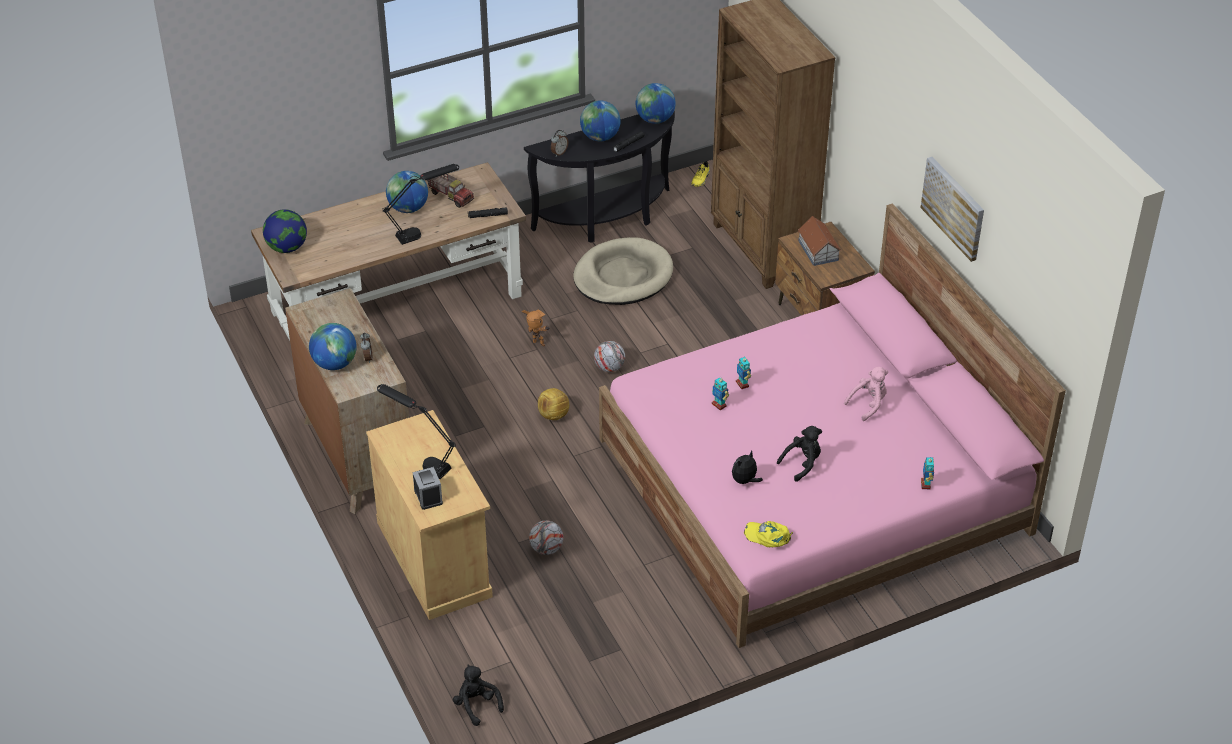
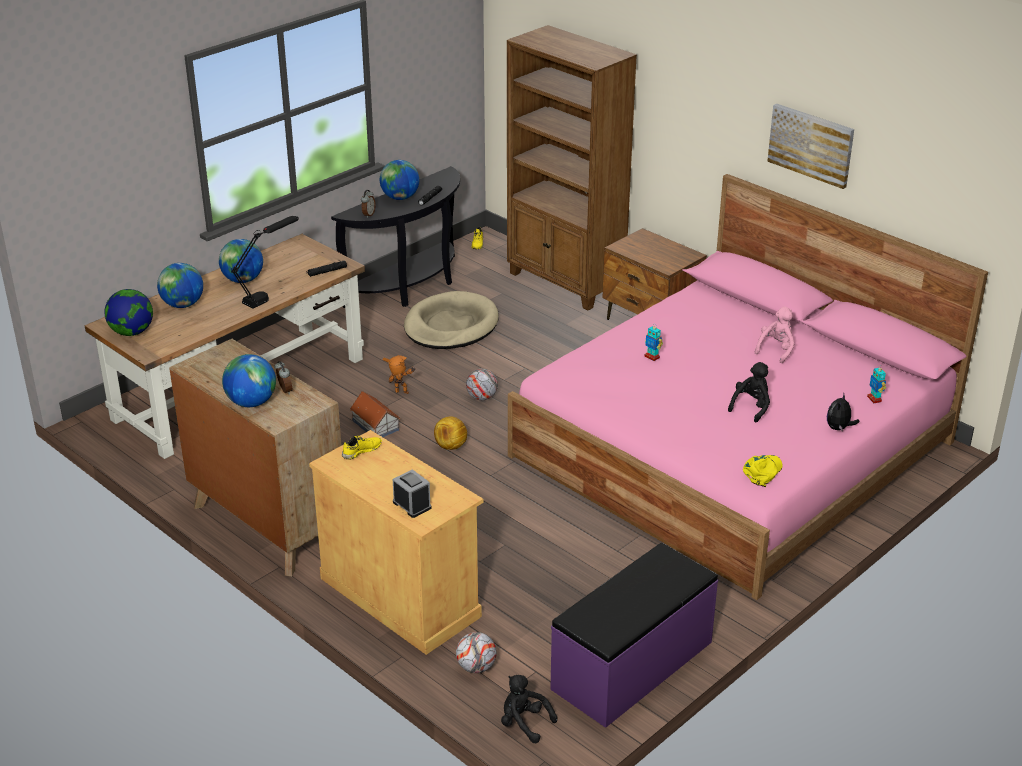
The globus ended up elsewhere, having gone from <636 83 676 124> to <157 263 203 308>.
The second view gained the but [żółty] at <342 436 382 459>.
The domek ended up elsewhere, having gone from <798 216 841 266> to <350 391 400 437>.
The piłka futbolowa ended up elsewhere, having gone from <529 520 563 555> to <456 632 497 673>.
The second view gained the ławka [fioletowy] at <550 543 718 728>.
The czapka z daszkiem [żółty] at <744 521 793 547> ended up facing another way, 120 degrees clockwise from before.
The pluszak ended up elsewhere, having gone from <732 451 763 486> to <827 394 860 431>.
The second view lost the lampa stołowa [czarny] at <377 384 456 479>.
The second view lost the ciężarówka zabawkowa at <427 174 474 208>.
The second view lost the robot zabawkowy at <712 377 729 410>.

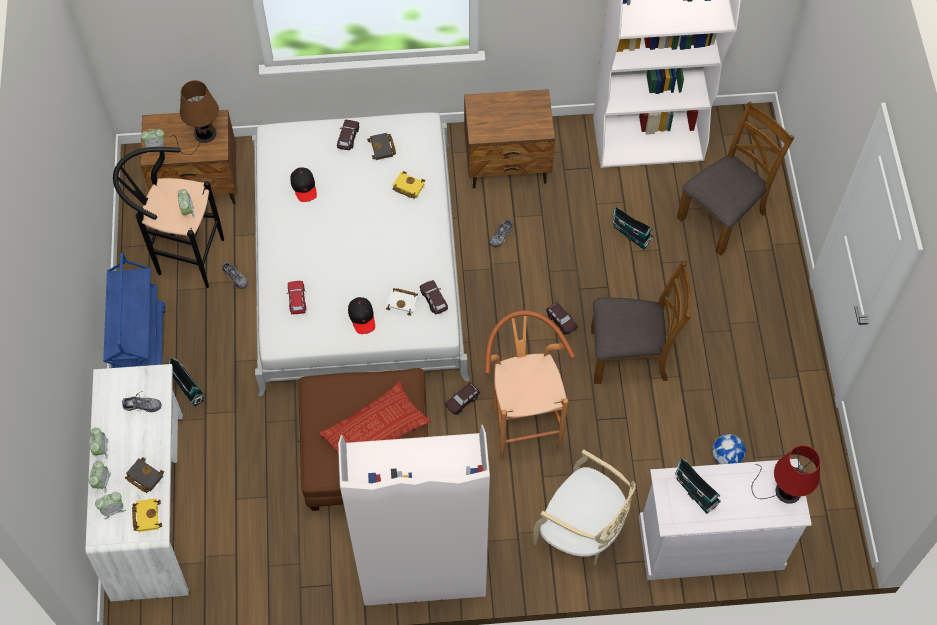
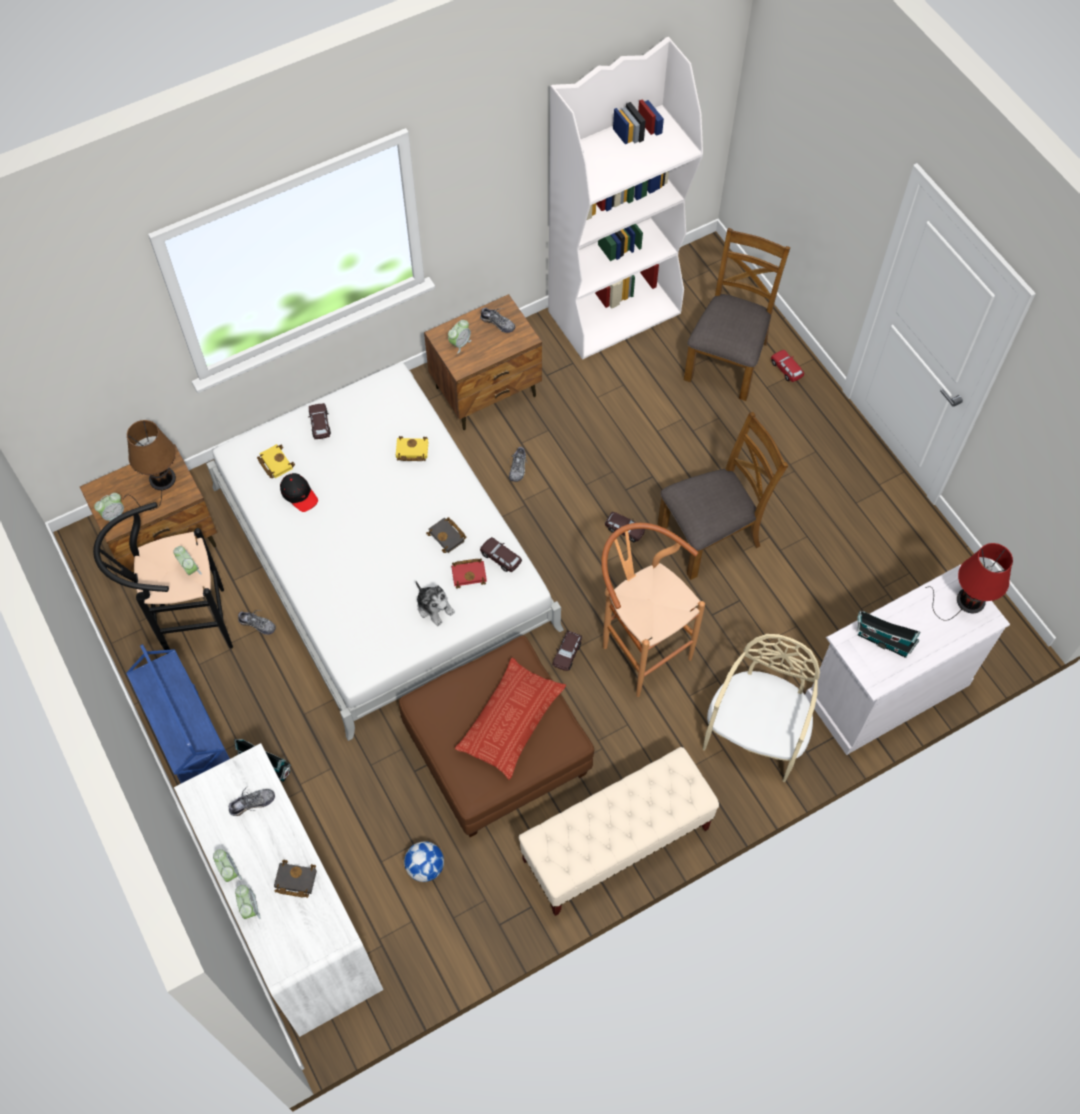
The książka [żółty] ended up elsewhere, having gone from <132 498 162 532> to <257 444 295 478>.
The piłka futbolowa ended up elsewhere, having gone from <712 434 746 464> to <404 841 444 882>.
Where the czapka z daszkiem [czarny] stood at <348 297 375 334>, the pluszak came to stand at <416 581 455 626>.
The książka [czarny] ended up elsewhere, having gone from <367 133 396 160> to <426 517 466 553>.
The budzik ended up elsewhere, having gone from <95 492 126 519> to <448 320 472 354>.
What was the książka [biały] at <386 288 418 316> turned into the książka [czerwony] at <451 558 487 589>.
The second view gained the but at <480 308 515 333>.
Where the regał [biały] stood at <338 425 490 606>, the ławka [beżowy] came to stand at <519 747 719 916>.
The krzesło [beżowy] at <533 449 636 565> ended up facing another way, 75 degrees counterclockwise from before.
The samochodzik [czerwony] ended up elsewhere, having gone from <287 281 306 314> to <771 350 804 382>.
The second view lost the domek at <612 207 654 249>.

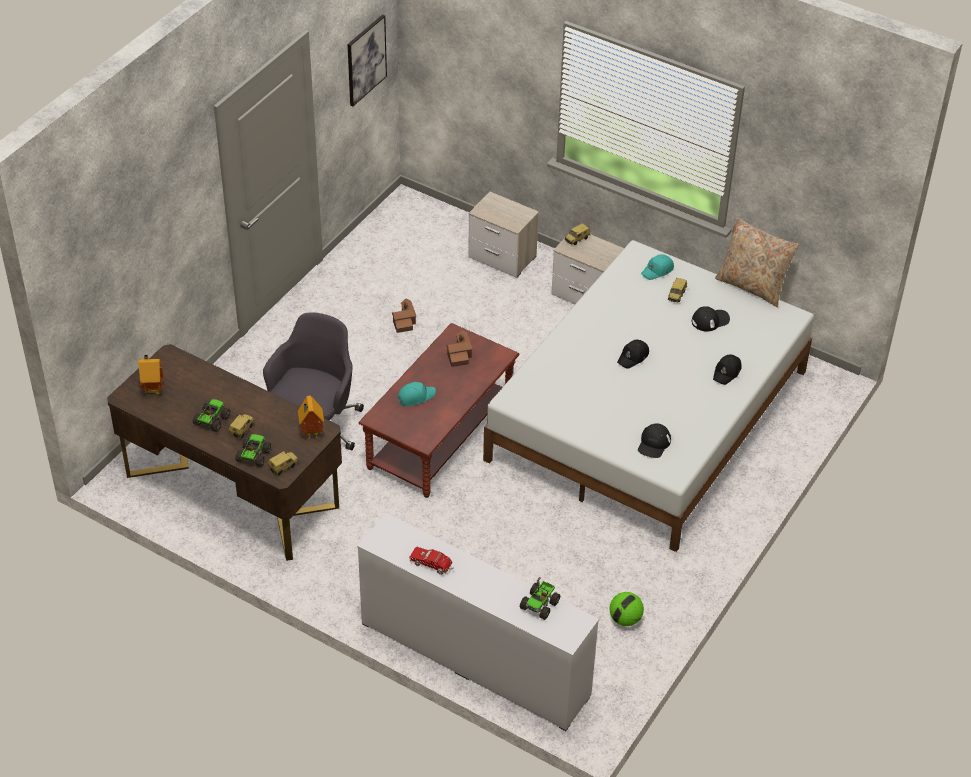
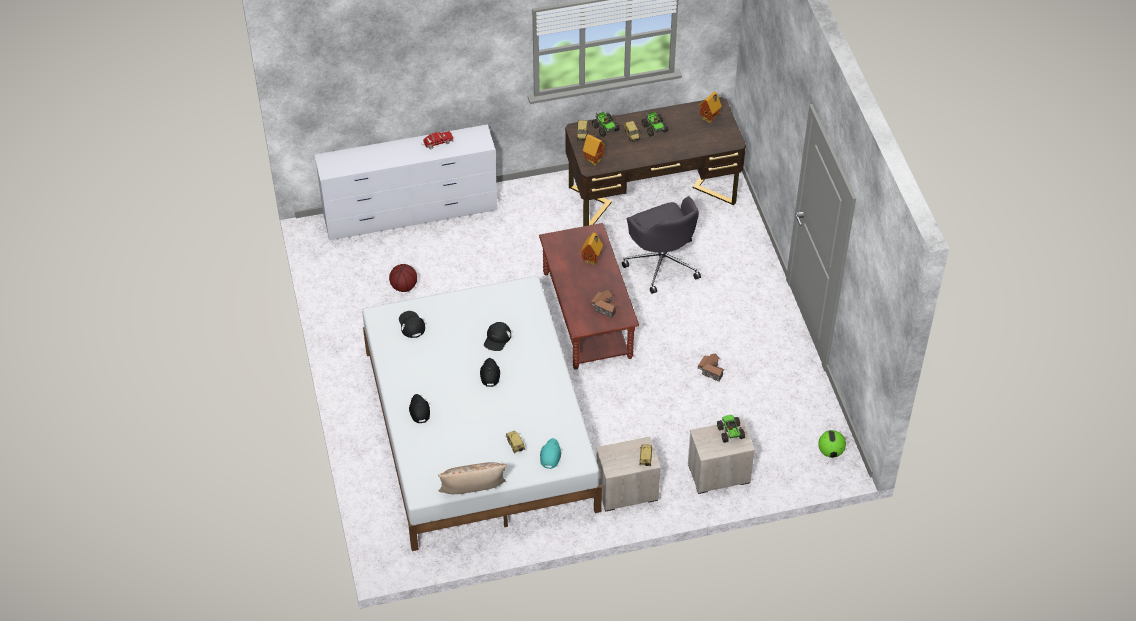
The second view gained the piłka do koszykówki at <389 264 417 292>.
The czapka z daszkiem [czarny] ended up elsewhere, having gone from <692 306 730 332> to <484 322 511 351>.
Where the czapka z daszkiem [turkusowy] stood at <398 382 436 406>, the domek came to stand at <581 233 603 265>.
The ciężarówka zabawkowa ended up elsewhere, having gone from <520 577 560 620> to <717 415 745 443>.
The piłka futbolowa ended up elsewhere, having gone from <610 592 644 626> to <818 430 846 458>.
The second view lost the obraz at <347 14 387 106>.

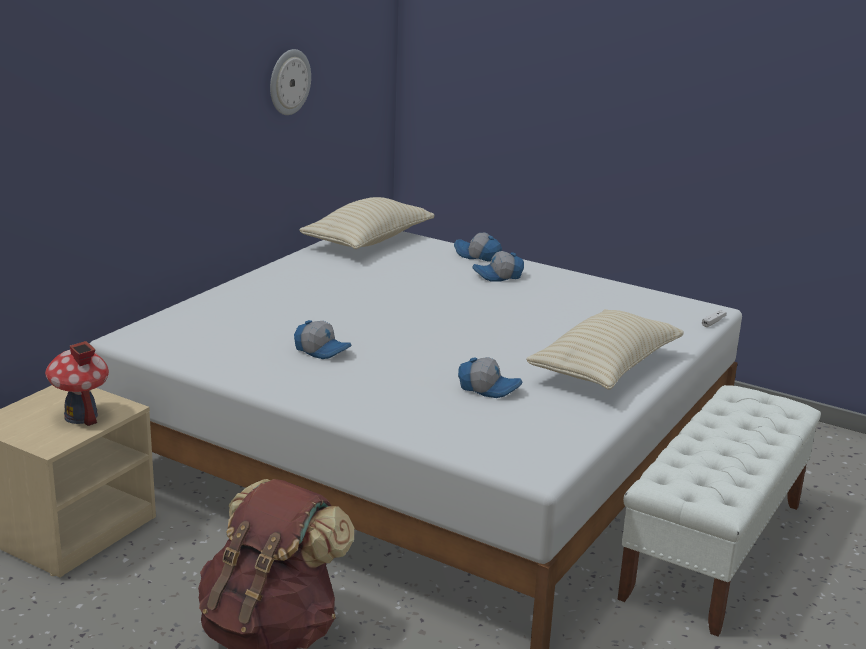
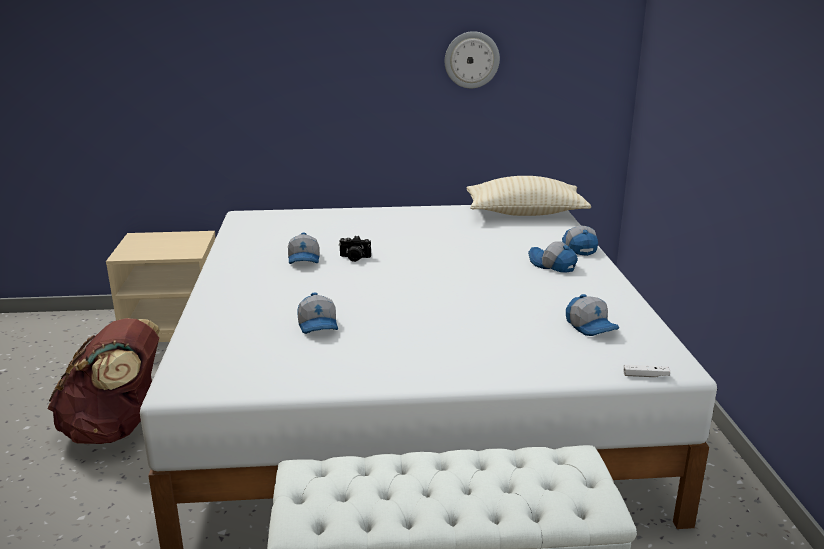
The second view gained the aparat fotograficzny at <339 236 371 262>.
The second view gained the czapka z daszkiem at <566 294 619 336>.
The second view lost the domek at <45 341 109 426>.
The second view lost the poduszka [beżowy] at <526 309 684 390>.

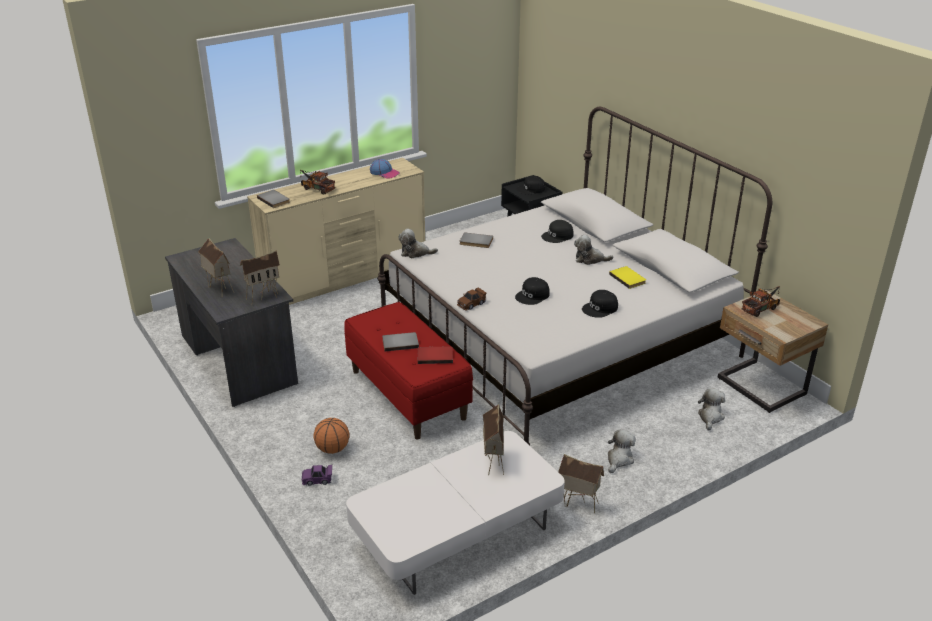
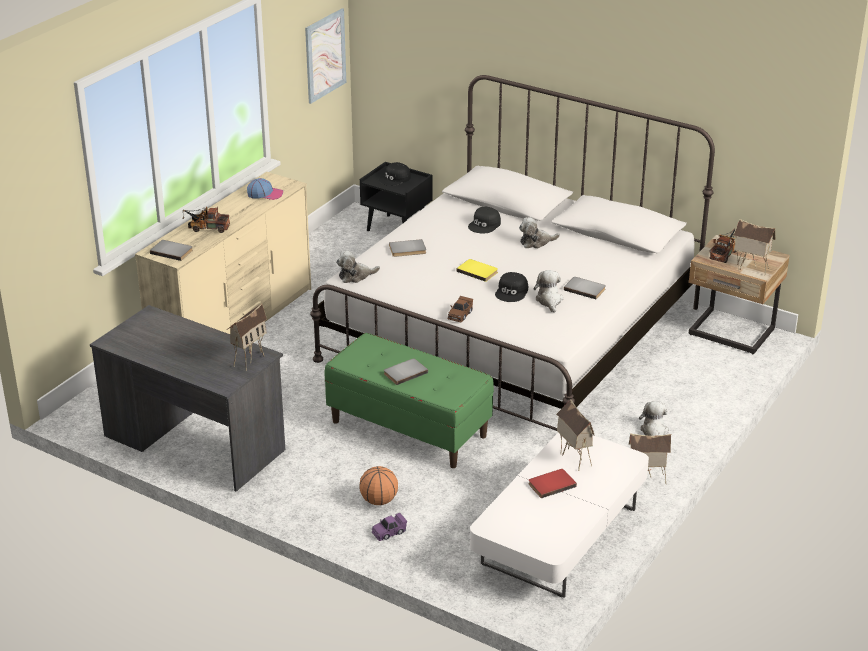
The second view gained the obraz at <305 8 346 104>.
What was the ławka [czerwony] at <344 302 473 440> turned into the ławka [zielony] at <325 333 494 468>.
The książka [żółty] ended up elsewhere, having gone from <609 266 646 289> to <457 259 498 282>.
The książka [czerwony] ended up elsewhere, having gone from <418 346 453 364> to <528 469 577 498>.
The pluszak ended up elsewhere, having gone from <698 389 725 430> to <534 270 563 313>.
Where the czapka z daszkiem [czarny] stood at <582 290 618 318>, the książka [szary] came to stand at <564 277 606 299>.
The domek ended up elsewhere, having gone from <198 238 234 297> to <734 219 776 275>.

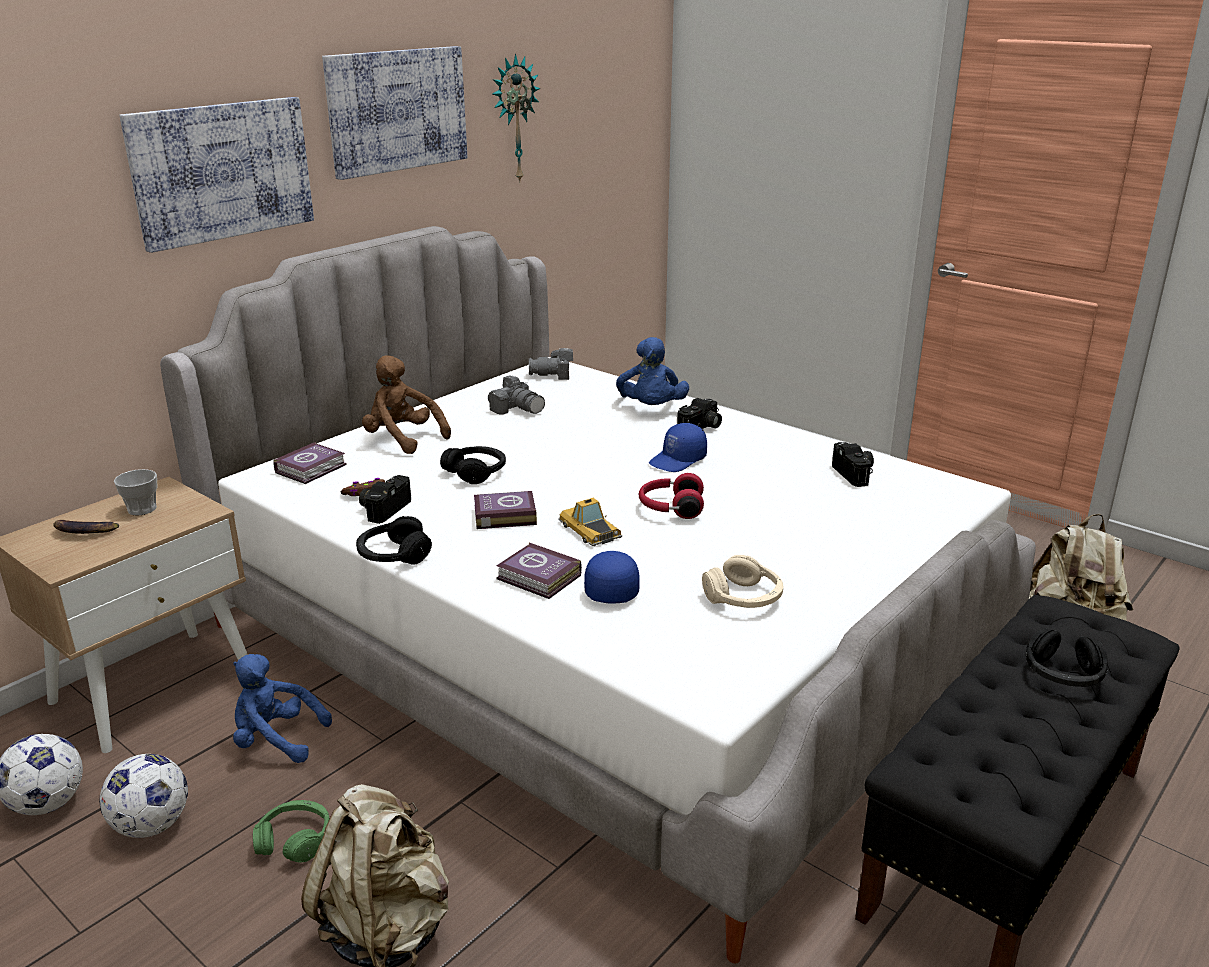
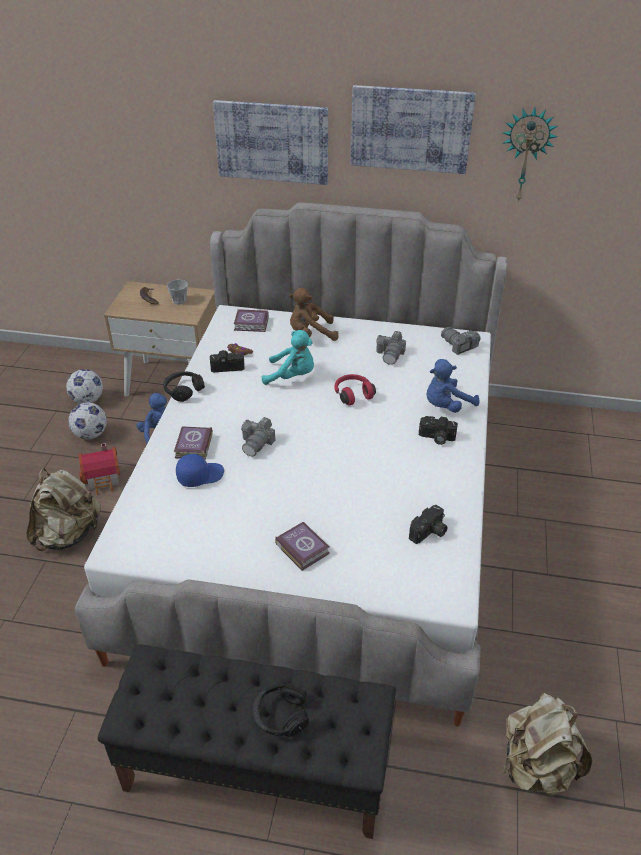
Where the słuchawki [zielony] stood at <253 800 329 863>, the domek came to stand at <79 443 120 495>.
Where the samochodzik stood at <558 498 622 546>, the aparat fotograficzny came to stand at <241 417 275 456>.
Where the słuchawki [czarny] stood at <440 446 506 484>, the pluszak [turkusowy] came to stand at <262 330 314 385>.
The książka ended up elsewhere, having gone from <474 491 537 529> to <275 522 330 571>.
The pluszak [brązowy] at <362 355 451 454> ended up facing another way, 105 degrees counterclockwise from before.
The słuchawki [czerwony] ended up elsewhere, having gone from <639 473 704 519> to <334 374 376 406>.
The second view lost the czapka z daszkiem [niebieski] at <649 423 707 472>.
The second view lost the słuchawki [beżowy] at <702 555 783 608>.

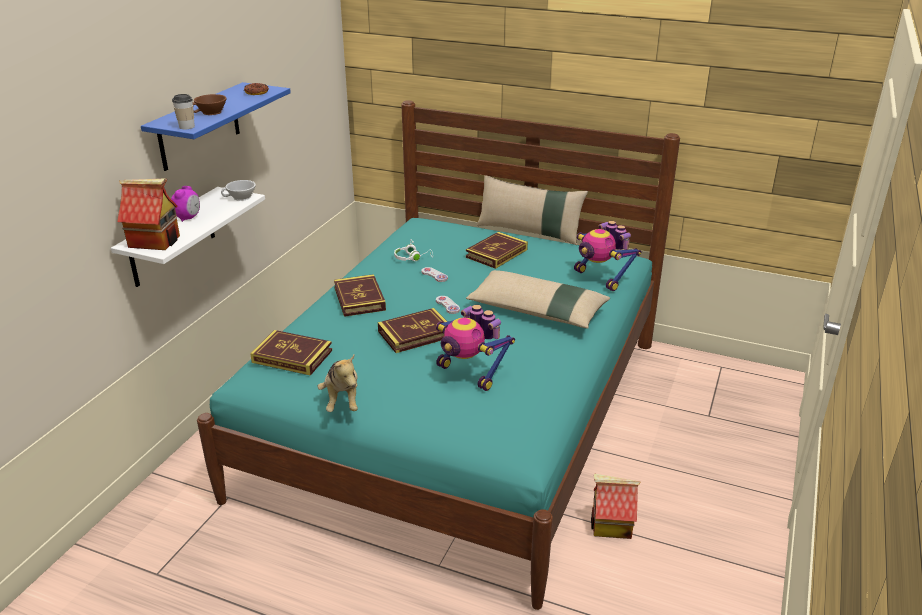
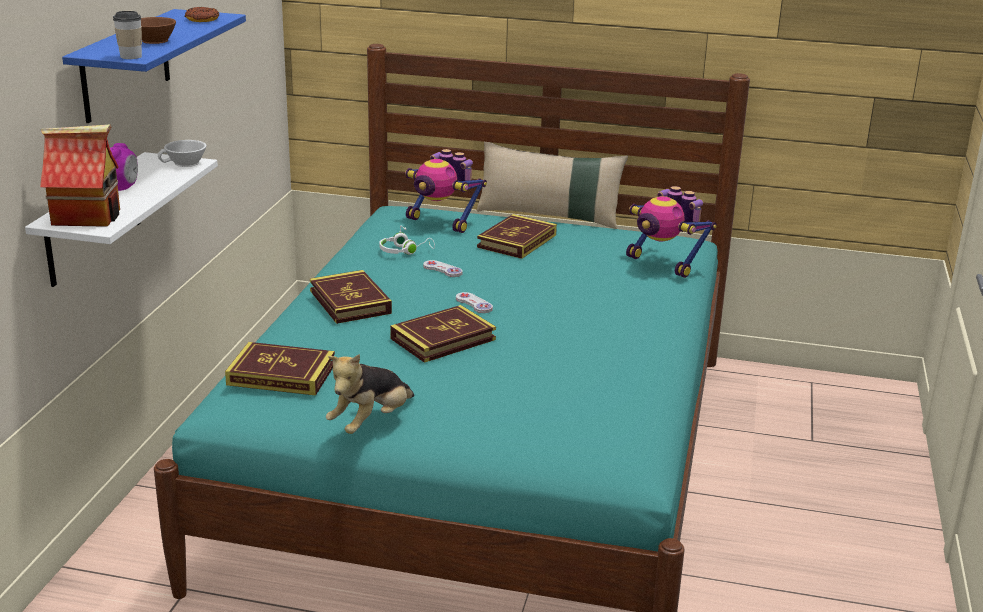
The pluszak at <317 355 358 412> ended up facing another way, 60 degrees clockwise from before.
The robot zabawkowy ended up elsewhere, having gone from <436 305 515 391> to <405 149 487 233>.
The second view lost the poduszka [beżowy] at <466 270 610 329>.
The second view lost the domek at <591 474 640 539>.

